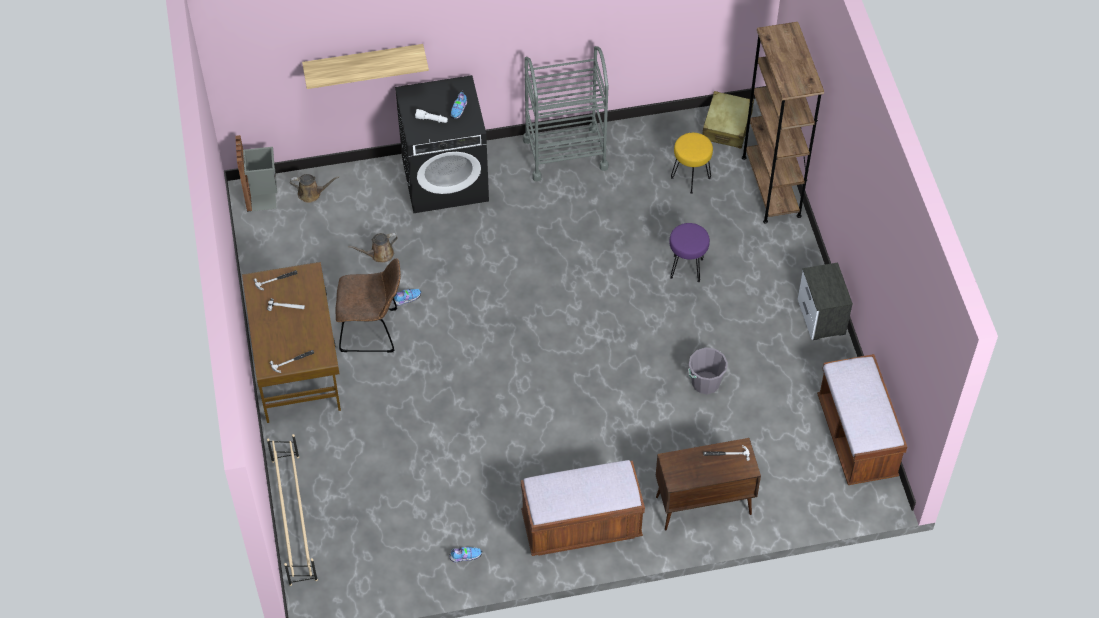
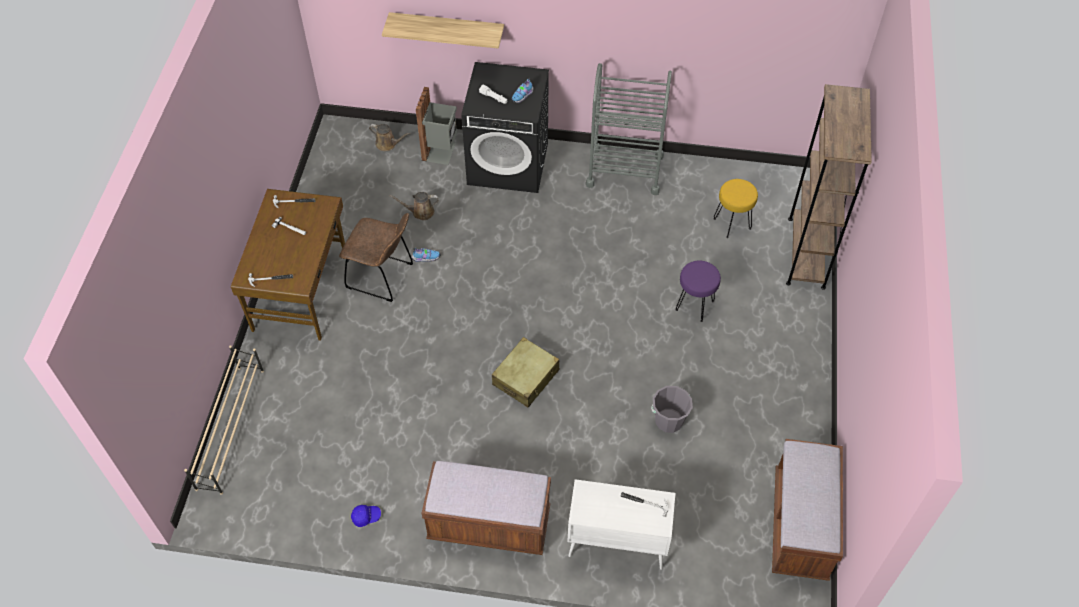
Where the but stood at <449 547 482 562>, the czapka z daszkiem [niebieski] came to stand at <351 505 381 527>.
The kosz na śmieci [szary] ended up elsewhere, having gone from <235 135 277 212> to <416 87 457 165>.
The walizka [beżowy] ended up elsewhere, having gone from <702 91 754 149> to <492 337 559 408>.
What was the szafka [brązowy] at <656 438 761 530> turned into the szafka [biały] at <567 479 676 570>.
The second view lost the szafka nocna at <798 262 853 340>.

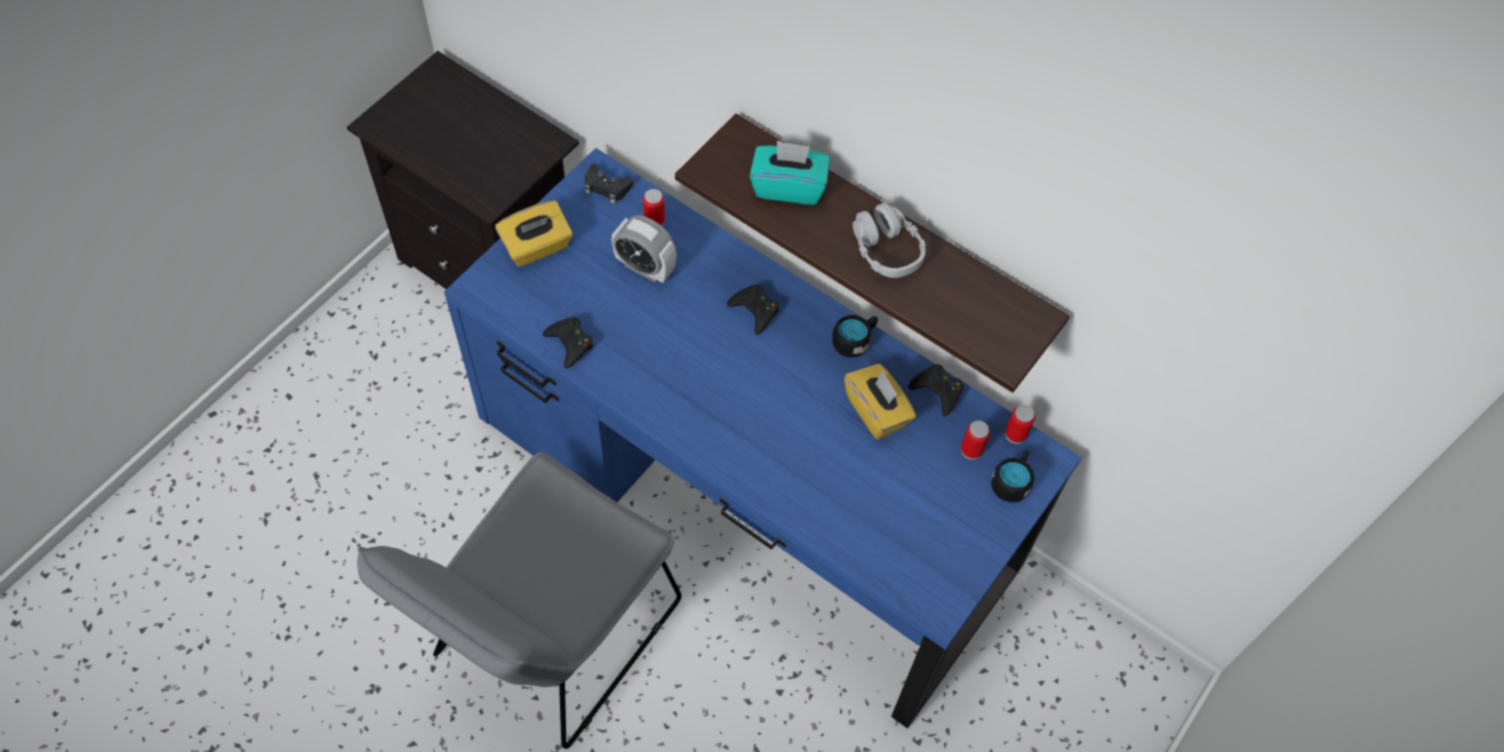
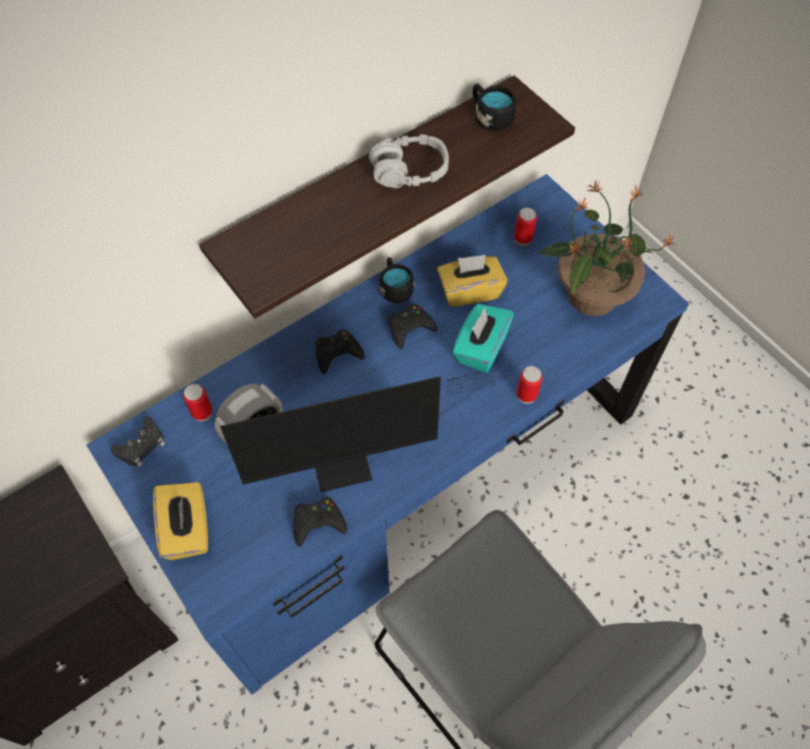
The second view gained the monitor at <220 372 507 492>.
The pad do gier [czarny] ended up elsewhere, having gone from <908 364 964 416> to <388 304 437 349>.
The pudełko chusteczek [turkusowy] ended up elsewhere, having gone from <750 140 830 205> to <452 304 514 373>.
The kubek [czarny] ended up elsewhere, having gone from <991 451 1034 502> to <473 84 516 131>.
The puszka ended up elsewhere, having gone from <1005 405 1035 444> to <517 366 543 404>.
The second view gained the roślina doniczkowa at <537 181 675 316>.

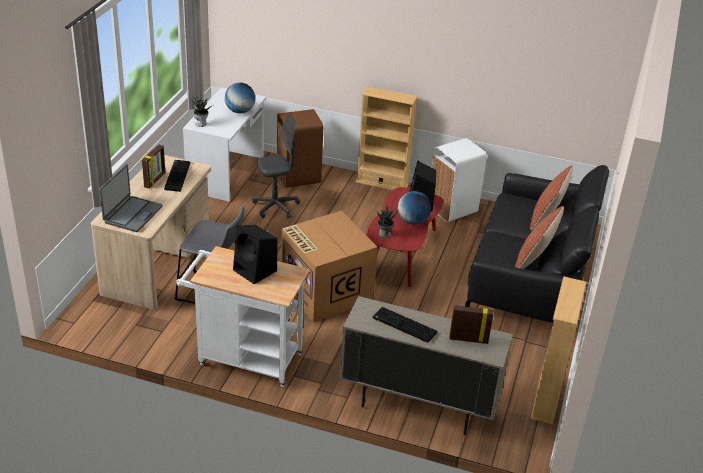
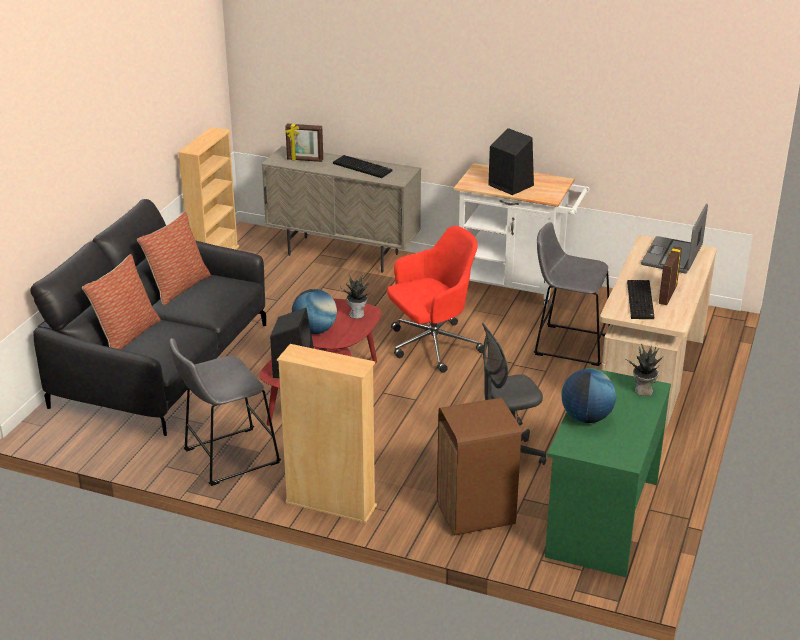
Where the kosz na śmieci [biały] stood at <432 138 487 222>, the stołek [szary] came to stand at <169 338 281 486>.
Where the karton stood at <281 211 378 323>, the krzesło biurowe [czerwony] came to stand at <387 226 484 373>.
What was the biurko [biały] at <183 88 266 201> turned into the biurko [zielony] at <545 367 671 577>.

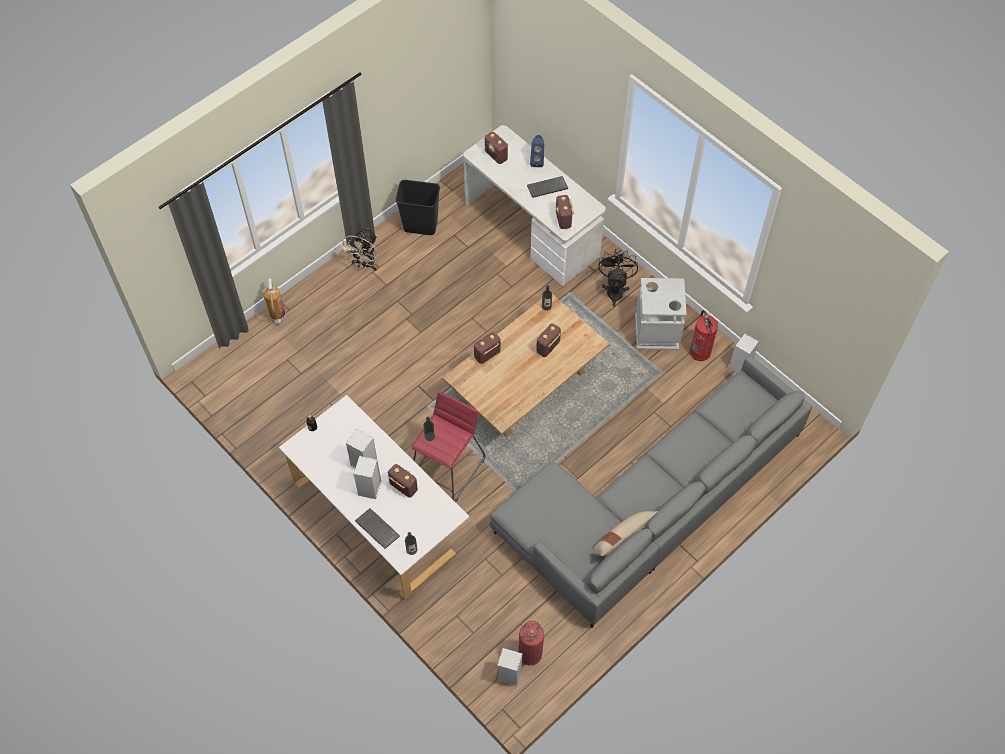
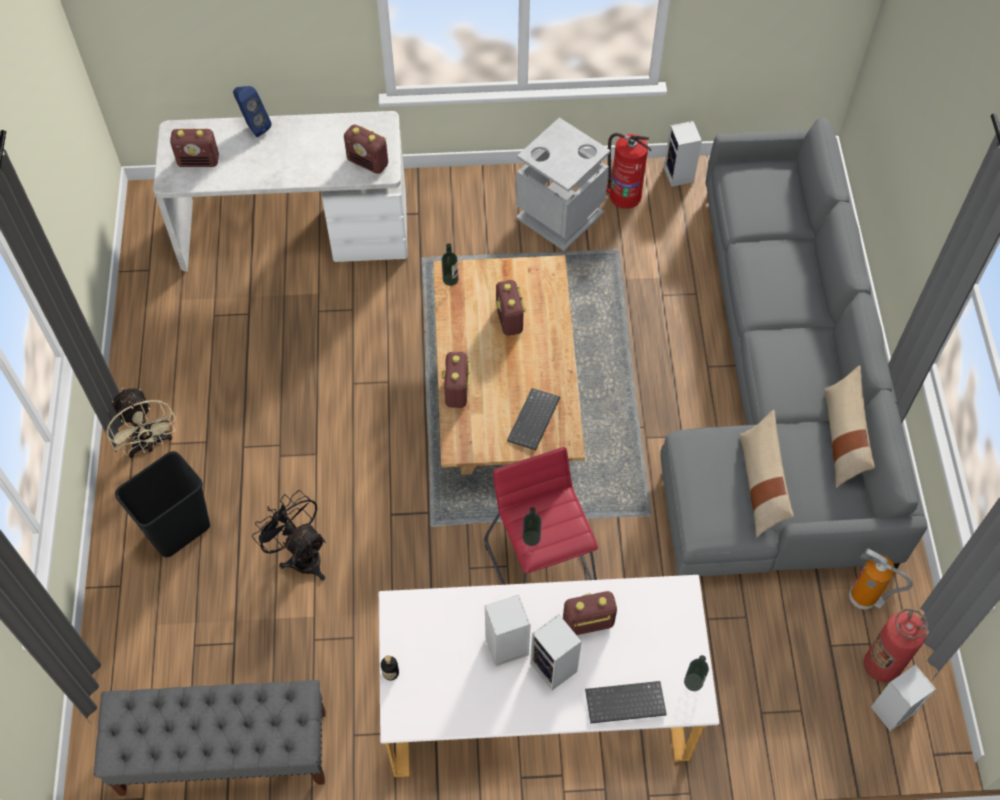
The second view gained the ławka [szary] at <94 680 325 796>.
The kosz na śmieci [czarny] ended up elsewhere, having gone from <396 180 440 235> to <115 451 210 557>.
The wentylator [czarny] ended up elsewhere, having gone from <598 249 638 307> to <252 490 326 581>.
The klawiatura ended up elsewhere, having gone from <527 176 568 198> to <507 388 560 450>.
The second view gained the poduszka [beżowy] at <740 410 794 538>.
The gaśnica ended up elsewhere, having gone from <264 278 286 325> to <849 548 913 609>.

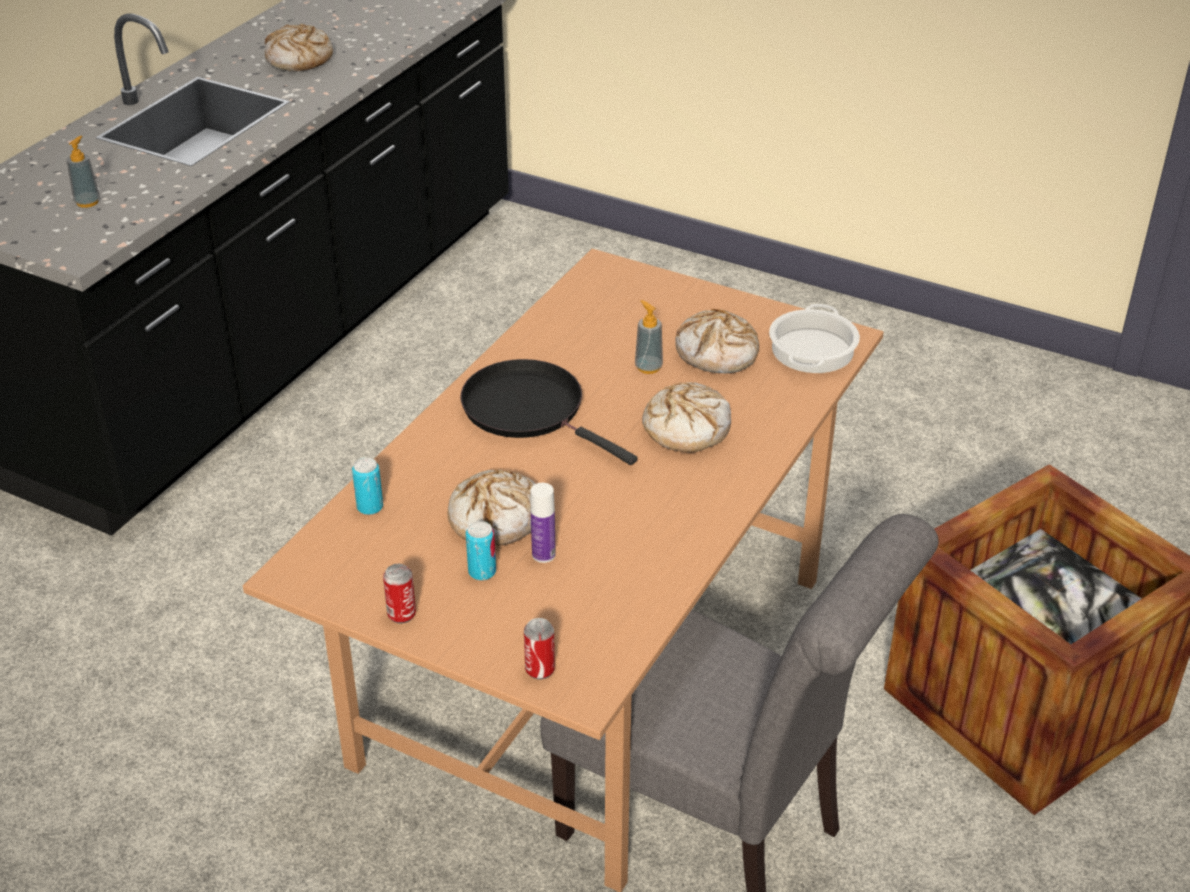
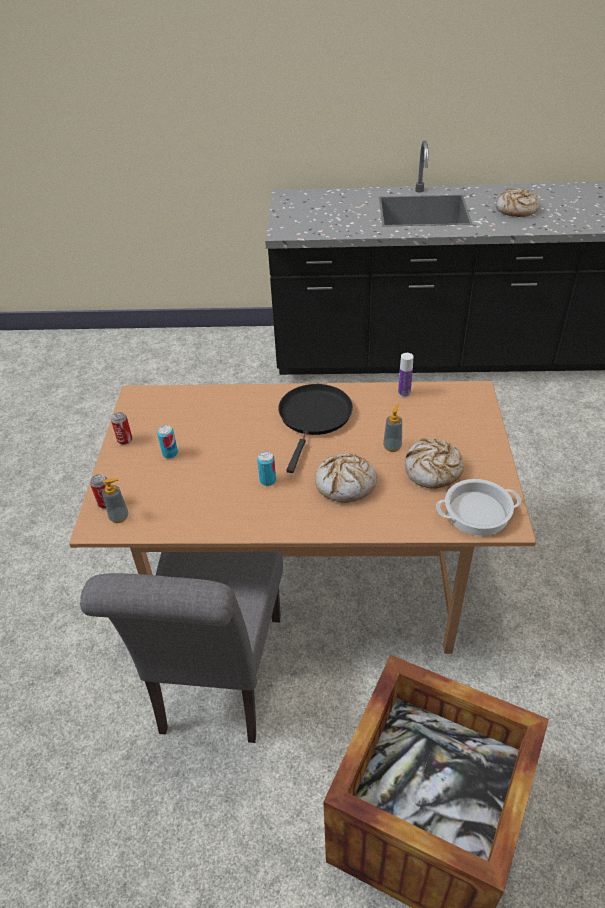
The dozownik mydła ended up elsewhere, having gone from <67 136 100 208> to <102 478 129 523>.
The puszka ended up elsewhere, having gone from <352 458 383 515> to <257 451 276 486>.
The butelka ended up elsewhere, having gone from <531 483 556 563> to <398 353 414 397>.
The second view lost the chleb at <447 469 536 545>.

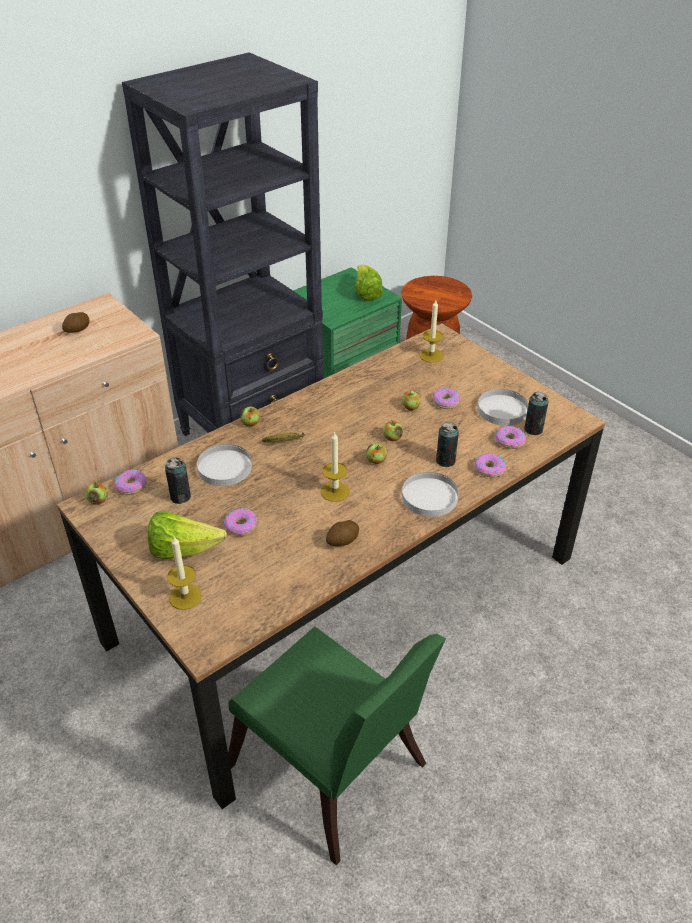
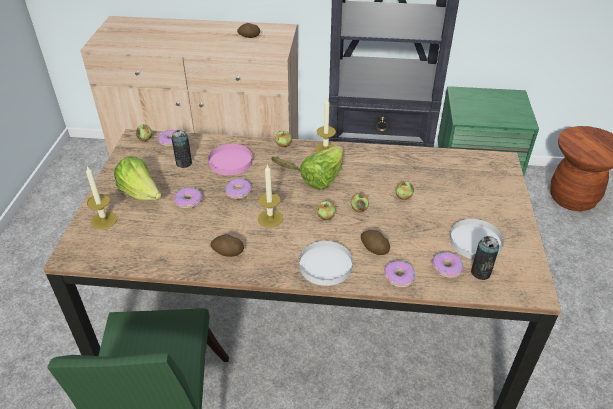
What was the talerz [biały] at <197 444 252 486> turned into the talerz [różowy] at <208 144 253 176>.
The donut ended up elsewhere, having gone from <432 388 460 409> to <225 178 252 199>.
The sałata ended up elsewhere, having gone from <354 265 383 301> to <299 145 343 189>.
The świeca ended up elsewhere, having gone from <420 300 443 363> to <315 99 336 153>.
Where the puszka stood at <436 422 459 467>, the ziemniak came to stand at <361 230 390 255>.

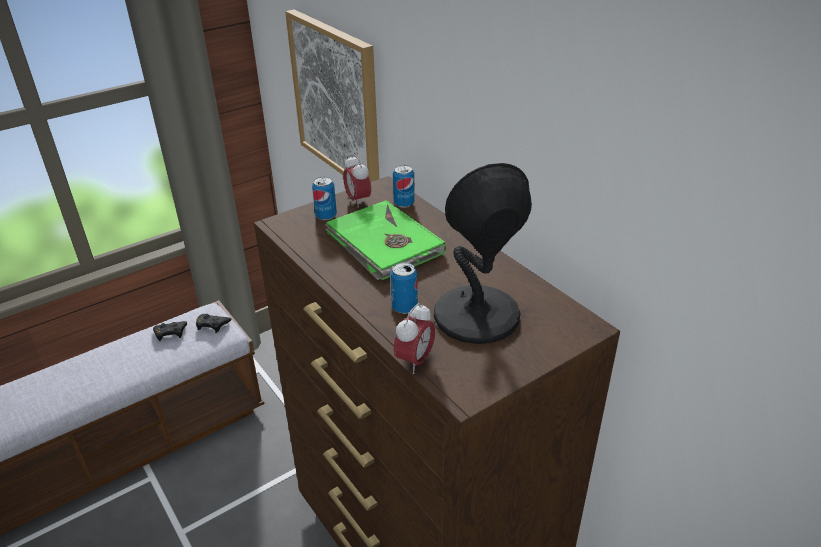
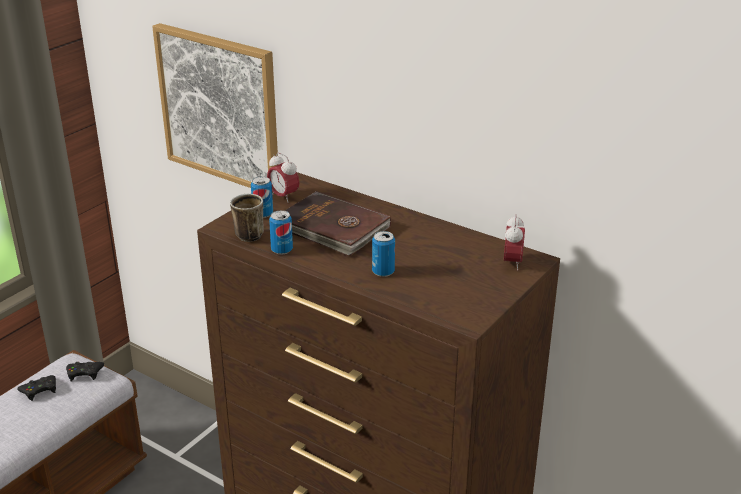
The second view gained the kubek at <230 194 264 242>.
The puszka ended up elsewhere, having gone from <393 165 415 208> to <269 210 293 255>.
What was the książka [zielony] at <325 200 446 280> turned into the książka [brązowy] at <285 191 391 255>.
The budzik ended up elsewhere, having gone from <394 303 435 374> to <504 214 525 271>.
The second view lost the lampa stołowa [czarny] at <434 163 532 344>.

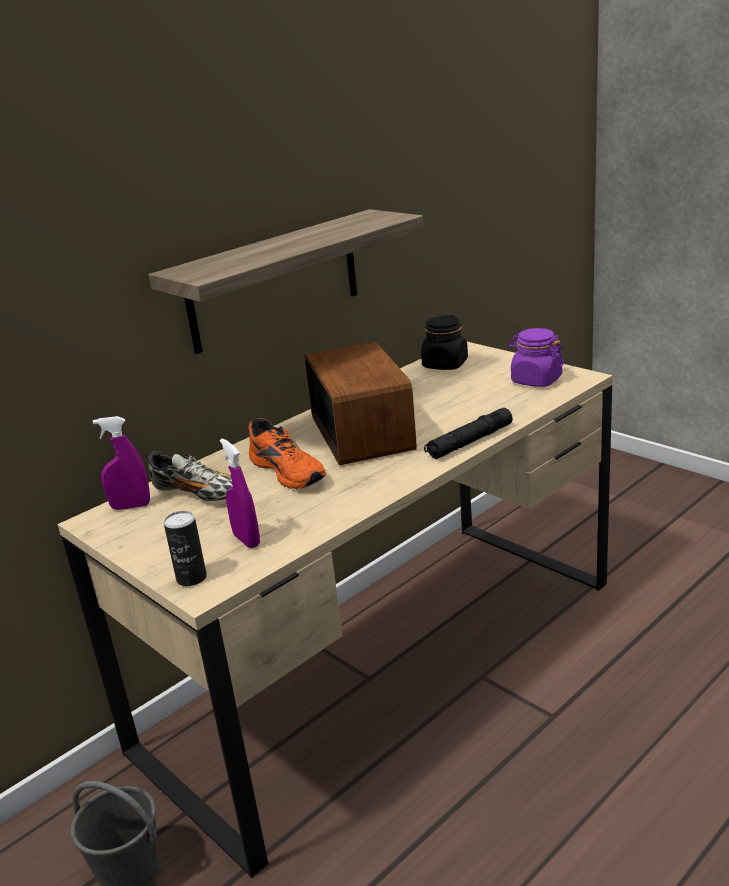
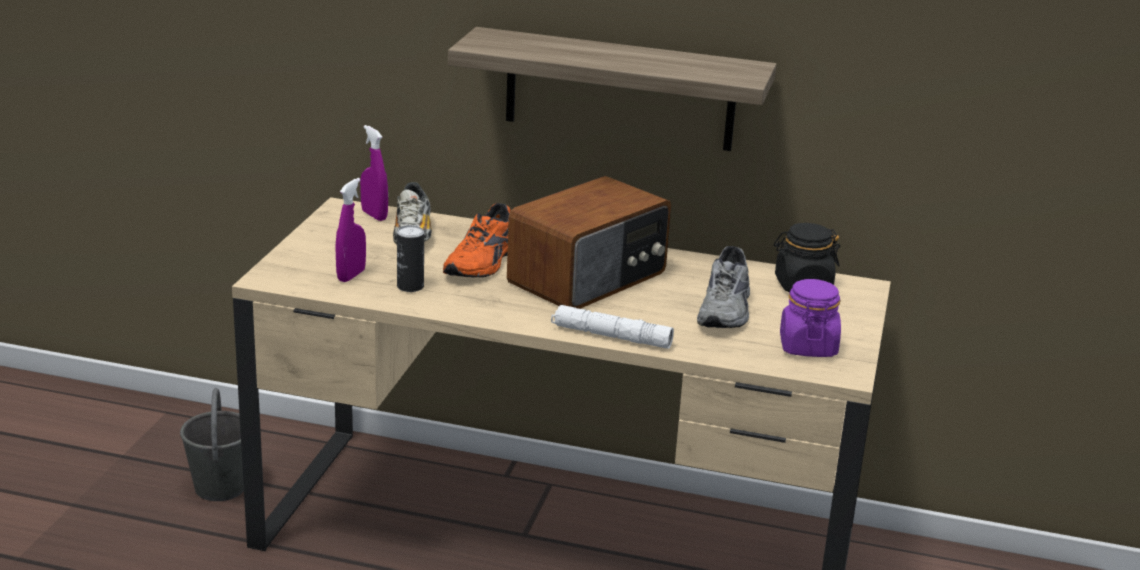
The puszka ended up elsewhere, having gone from <164 511 207 586> to <397 225 424 292>.
What was the latarka [czarny] at <424 408 513 459> turned into the latarka [biały] at <551 305 674 349>.
The second view gained the but [szary] at <697 246 750 328>.

